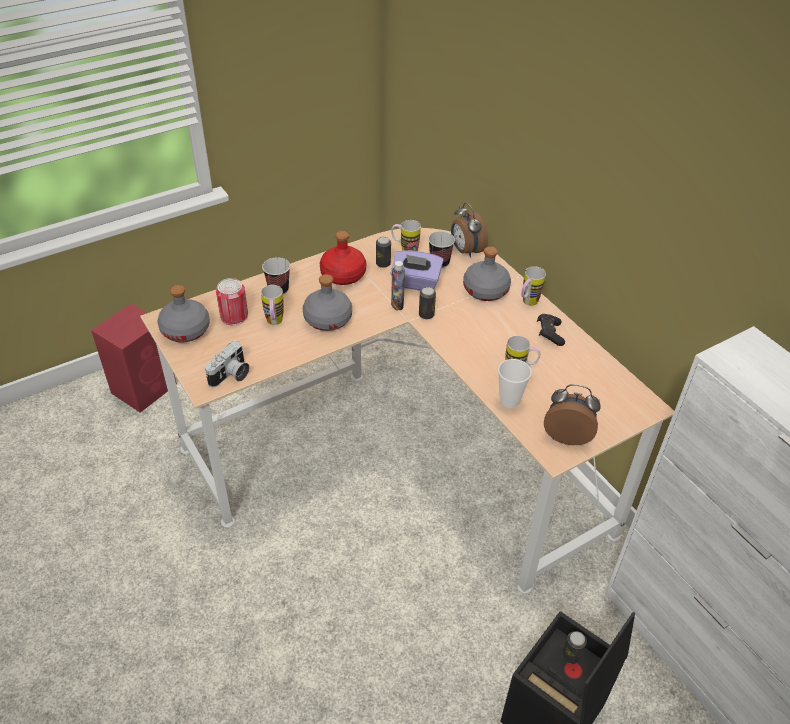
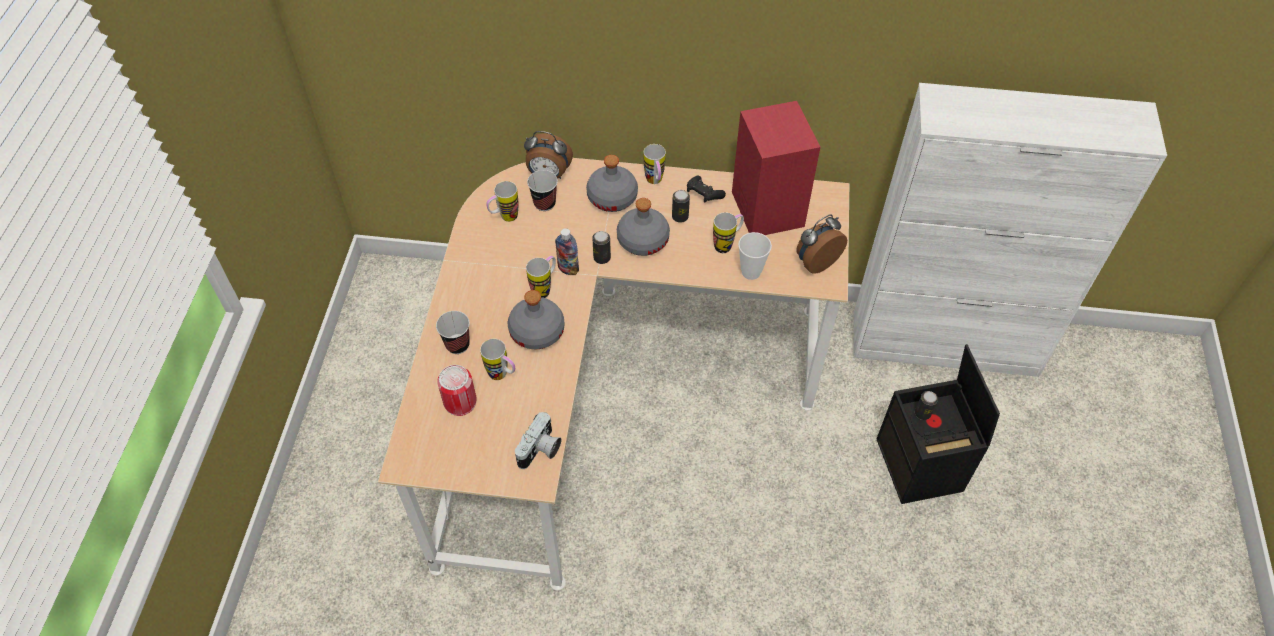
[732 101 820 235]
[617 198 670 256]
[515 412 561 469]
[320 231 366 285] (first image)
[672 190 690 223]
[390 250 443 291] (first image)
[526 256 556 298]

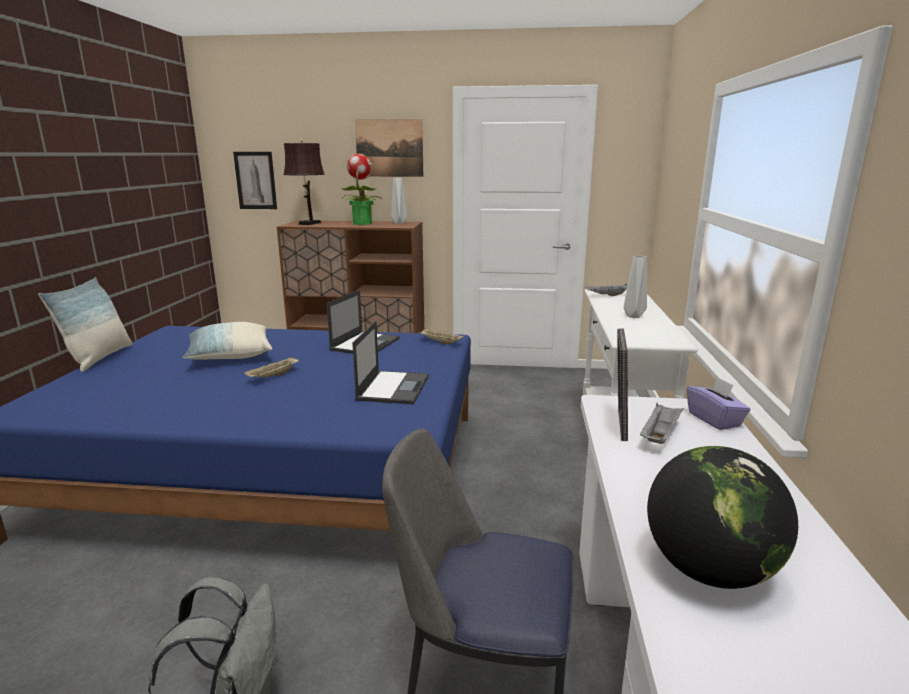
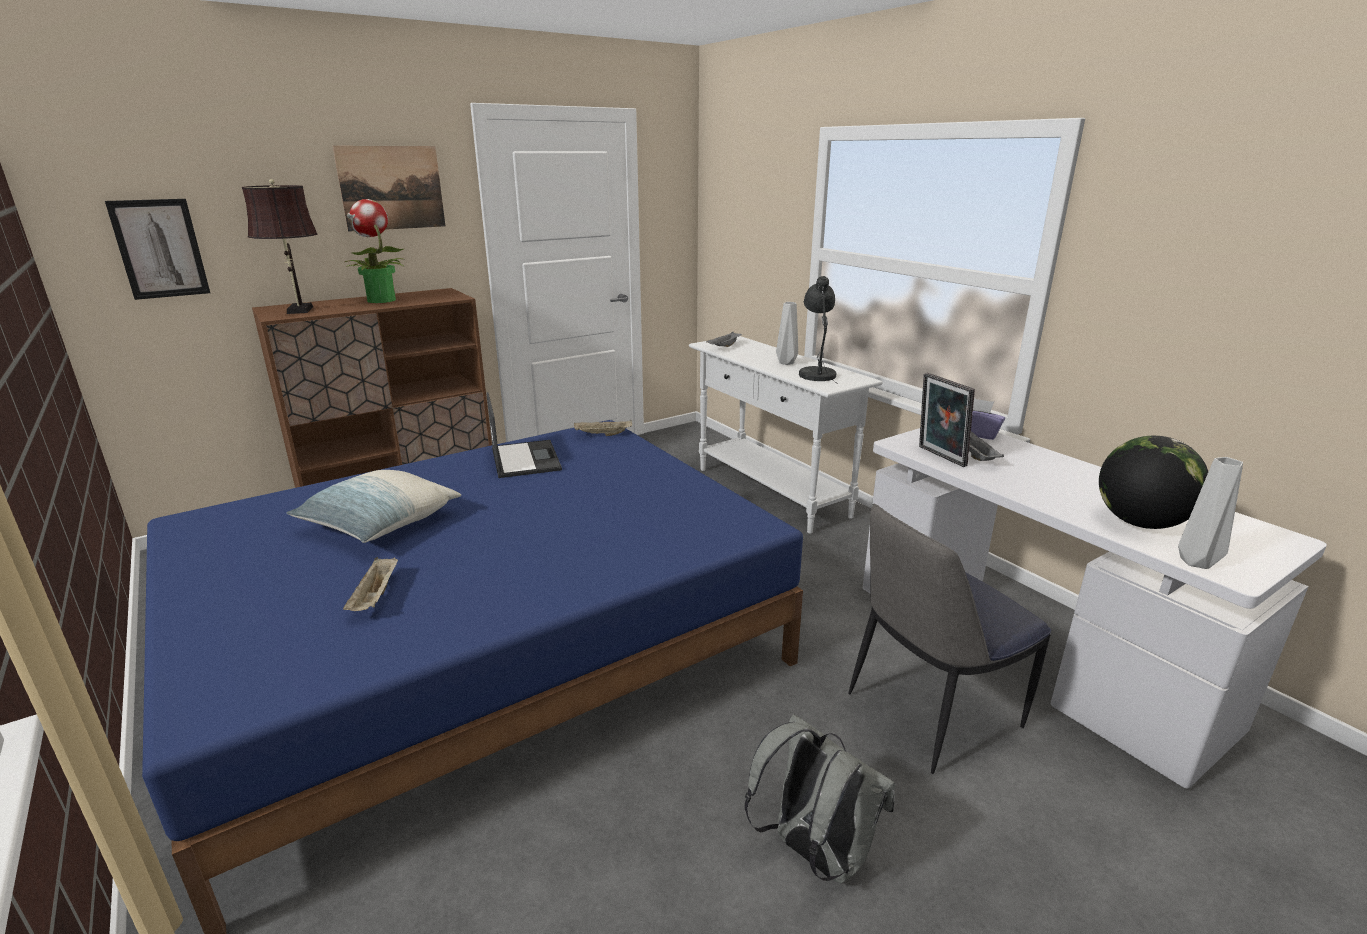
[38 277 133 372] (first image)
[343 557 398 611]
[352 321 429 404] (first image)
[1178 457 1243 569]
[799 276 838 384]

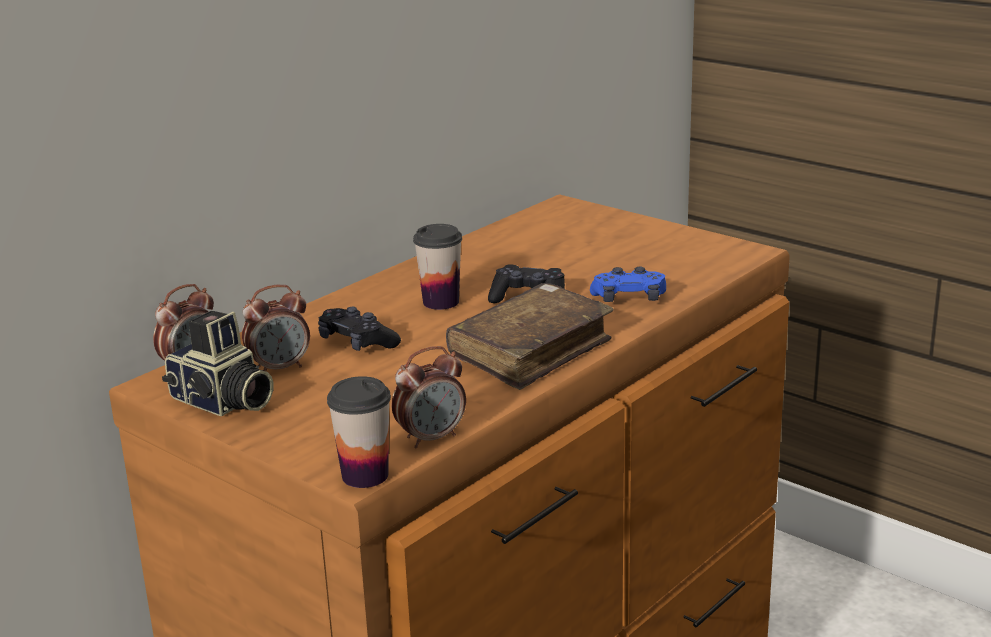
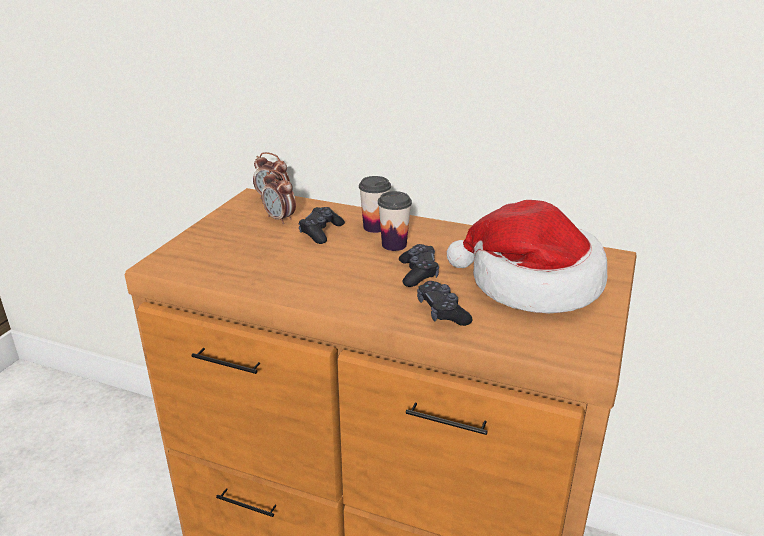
[162 311 274 416] (first image)
[359 176 391 233]
[391 346 466 448] (first image)
[446 283 614 390] (first image)
[417 281 473 326]
[447 200 607 314]

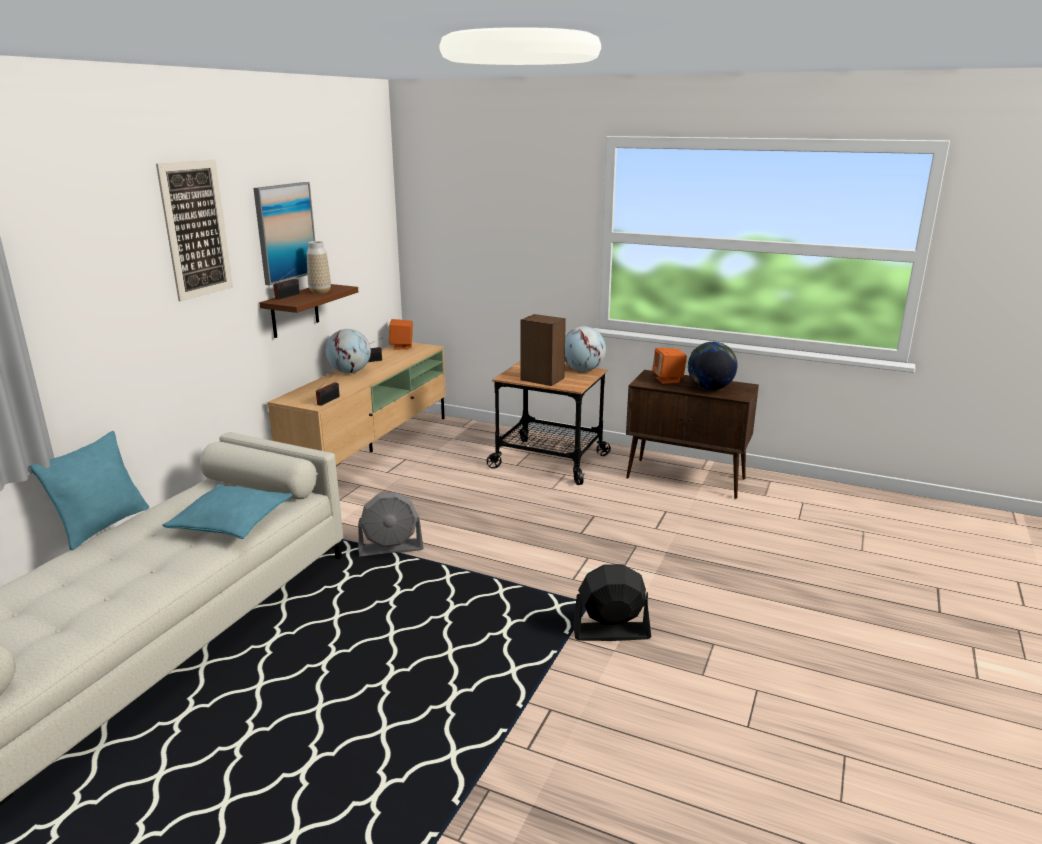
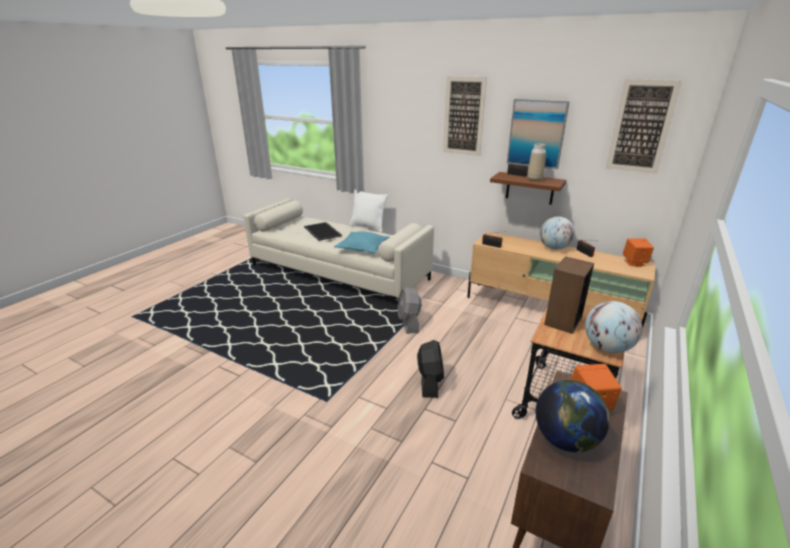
[349 190 388 232]
[417 340 444 398]
[304 222 342 241]
[606 79 682 174]

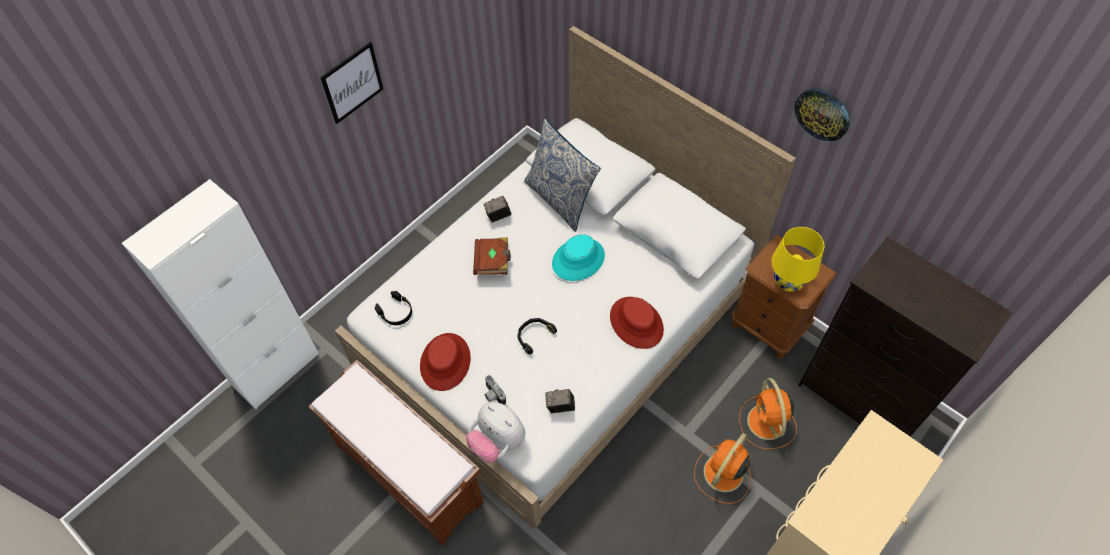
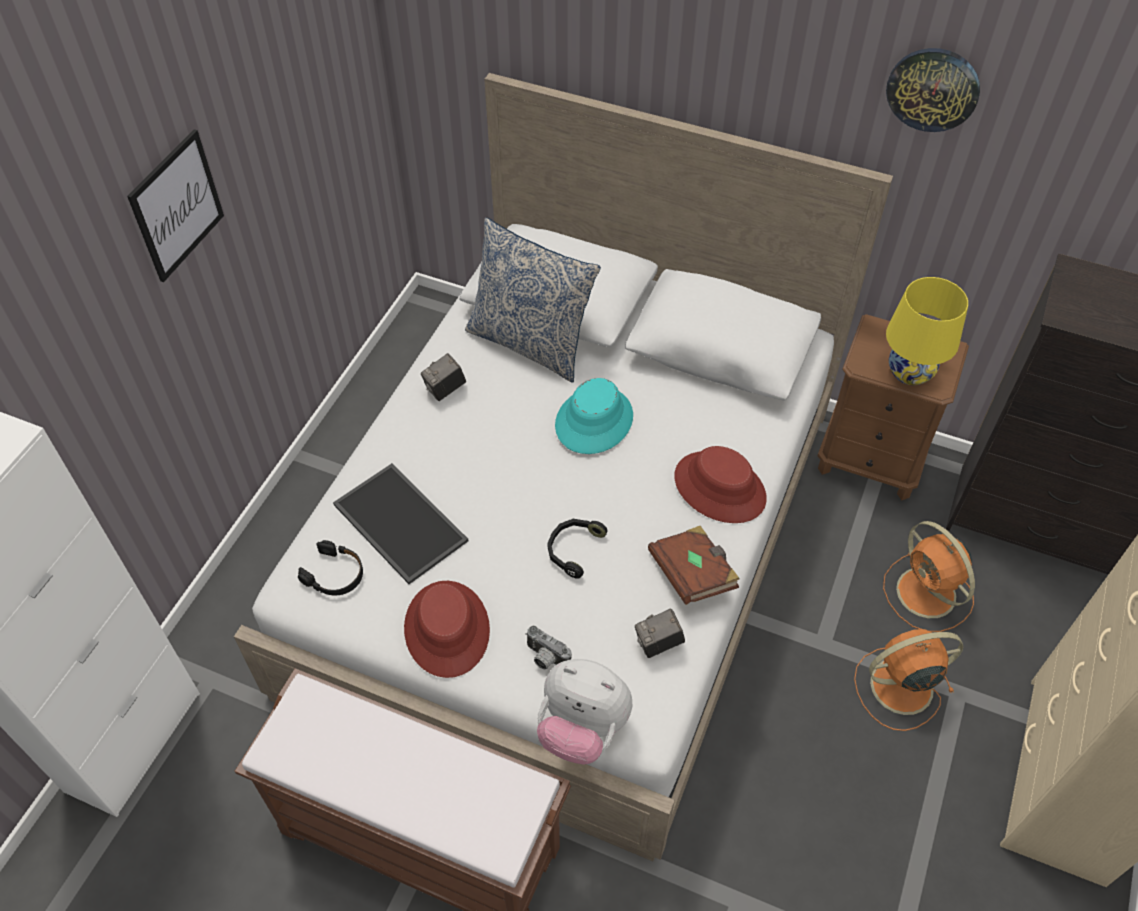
[648 526 740 605]
[854 629 963 731]
[333 463 468 584]

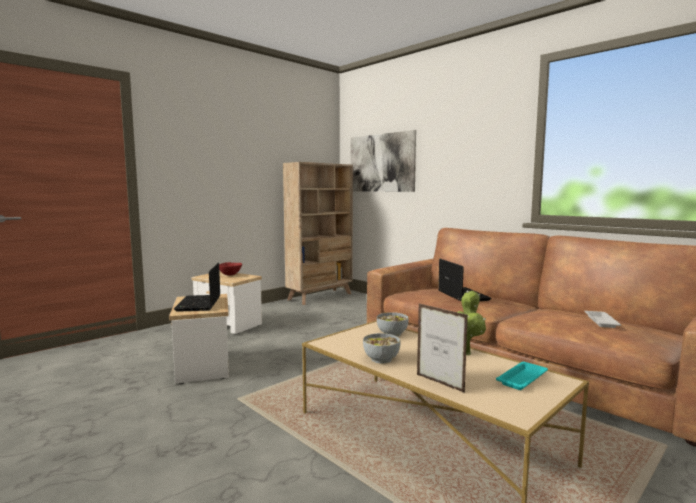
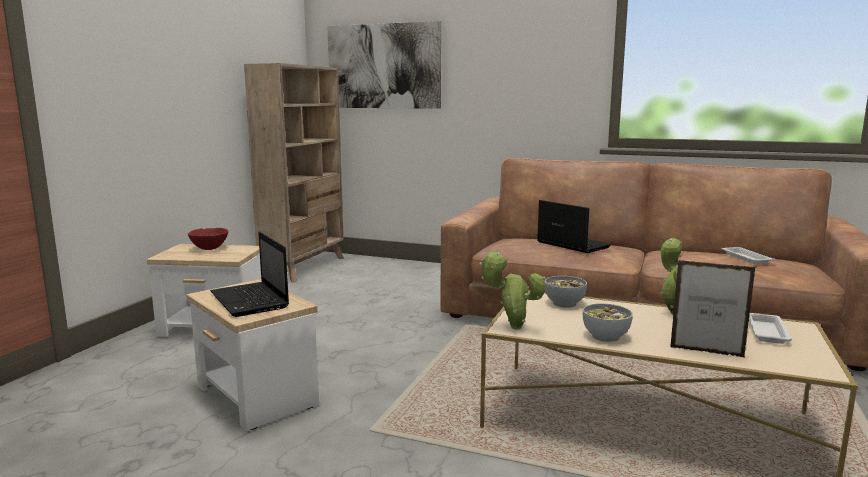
[749 313 792 344]
[480 252 546 330]

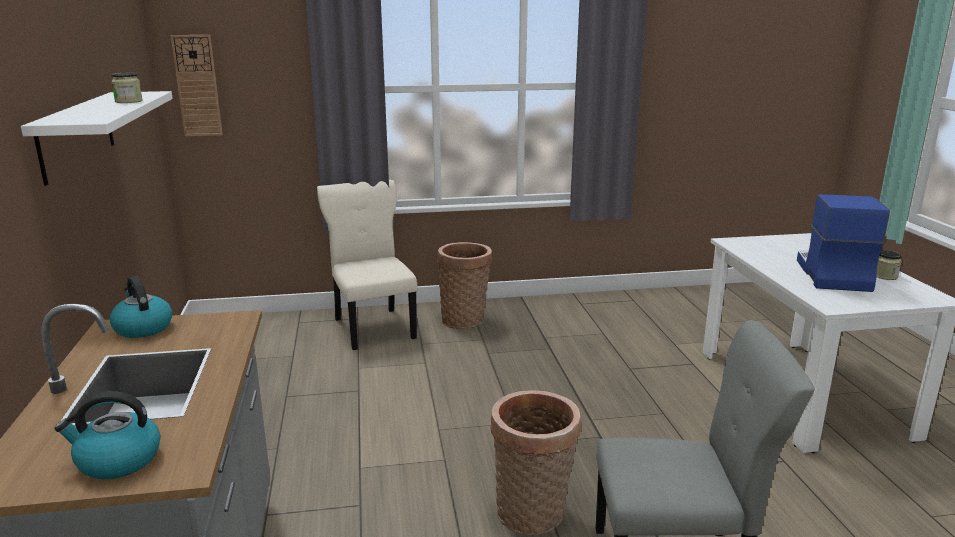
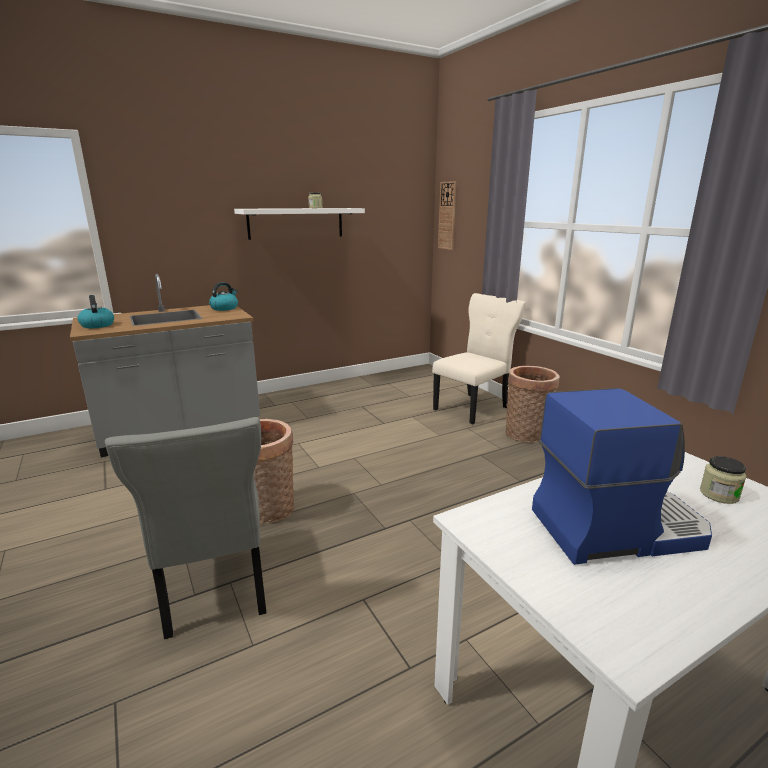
[700 456 747 504]

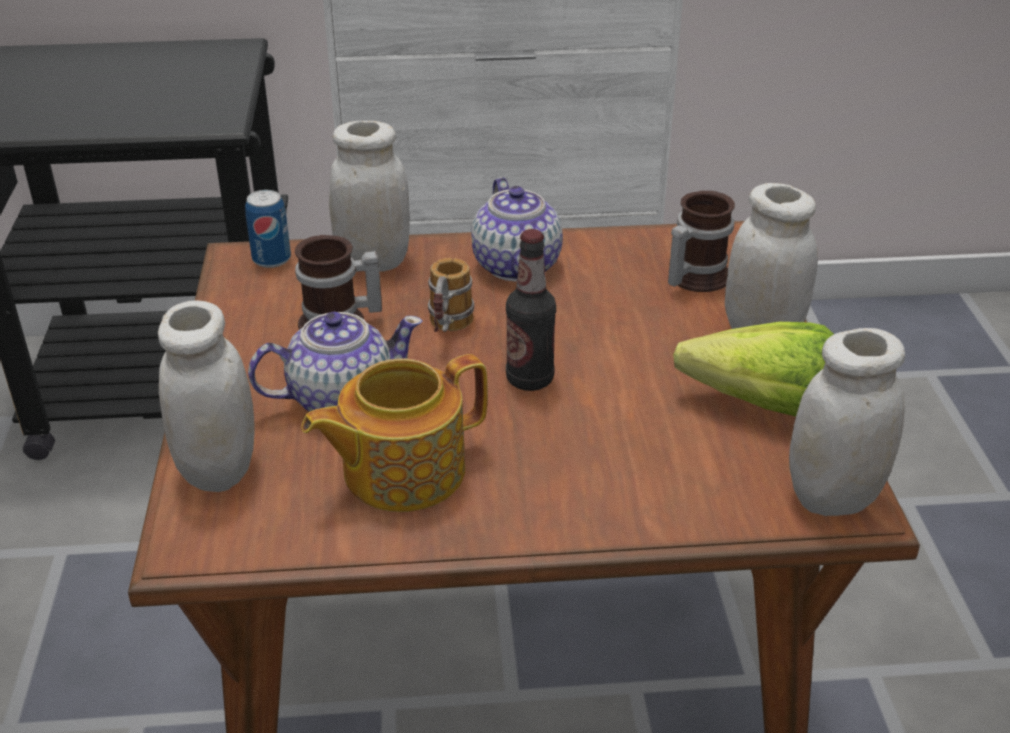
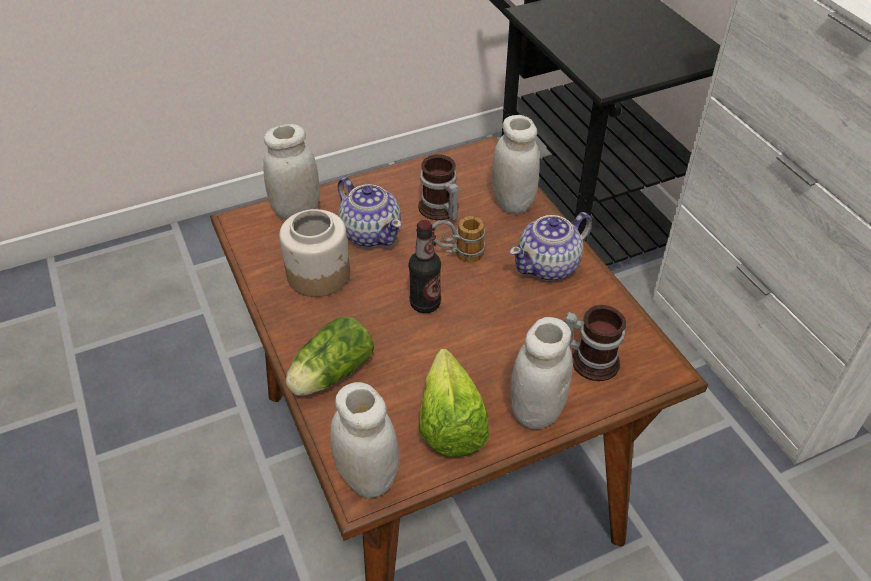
[245 190 291 268] (first image)
[279 209 350 297]
[286 317 374 396]

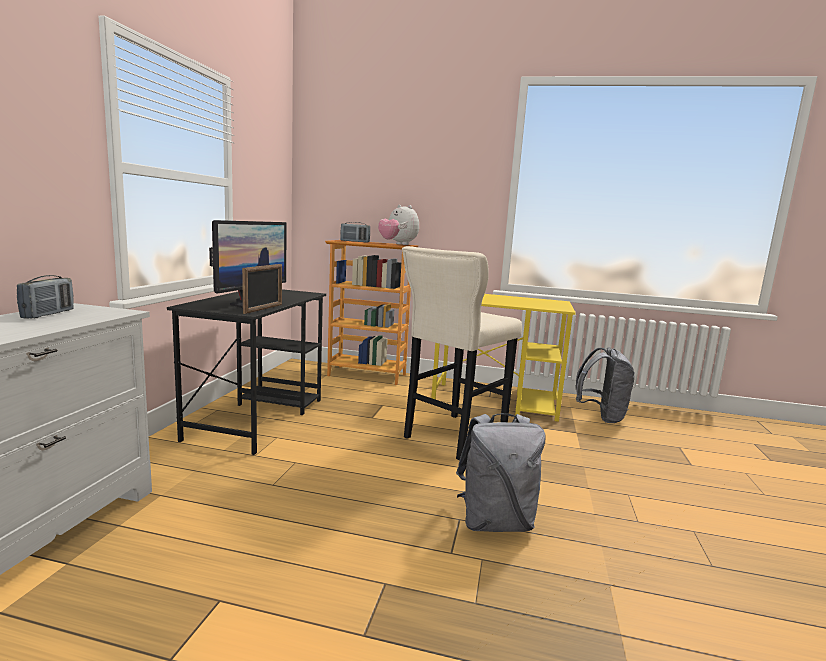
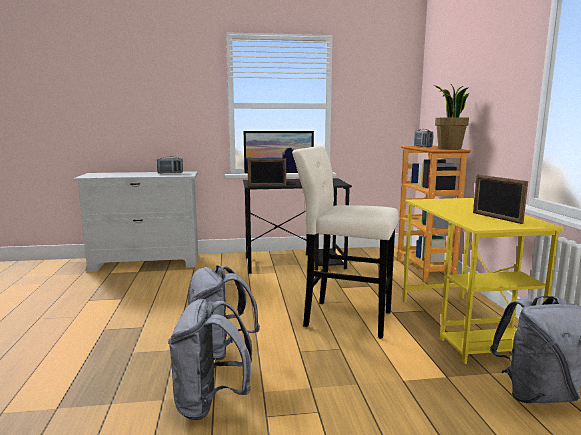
[434 84 469 150]
[168 299 252 420]
[473 175 528 224]

